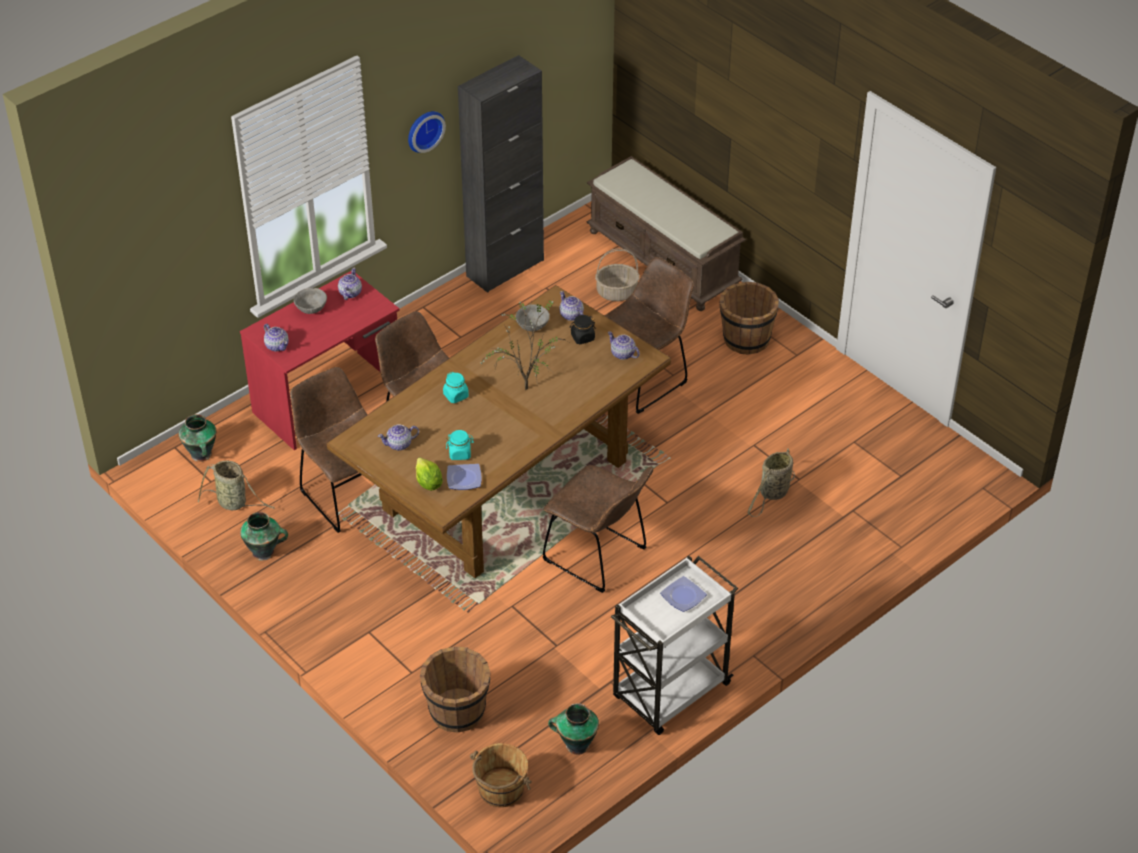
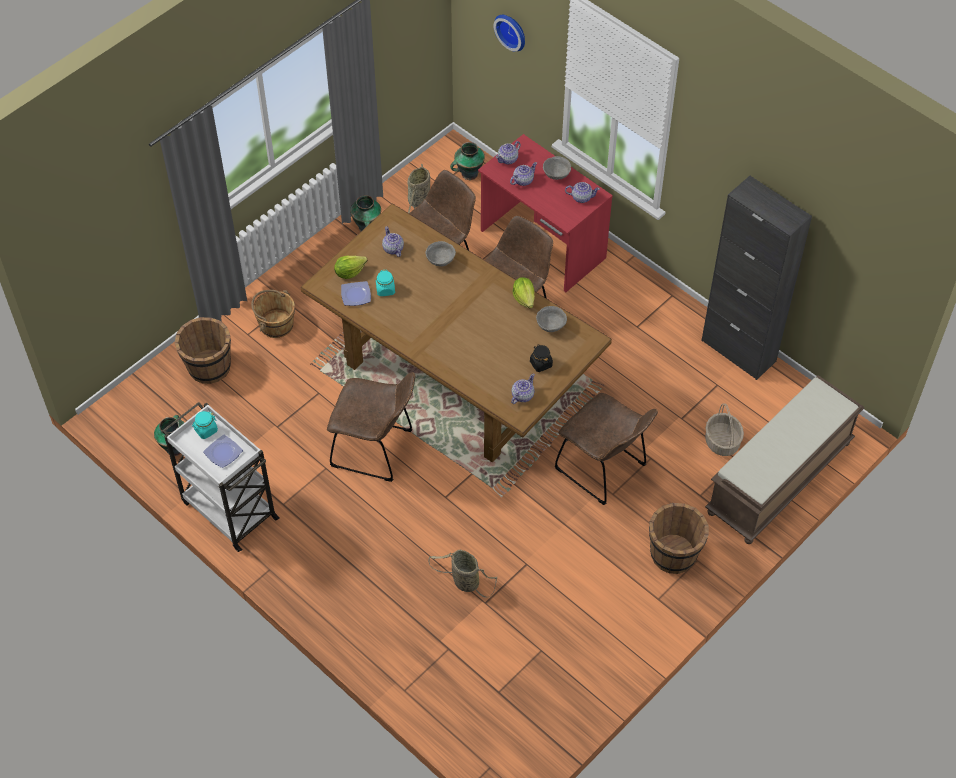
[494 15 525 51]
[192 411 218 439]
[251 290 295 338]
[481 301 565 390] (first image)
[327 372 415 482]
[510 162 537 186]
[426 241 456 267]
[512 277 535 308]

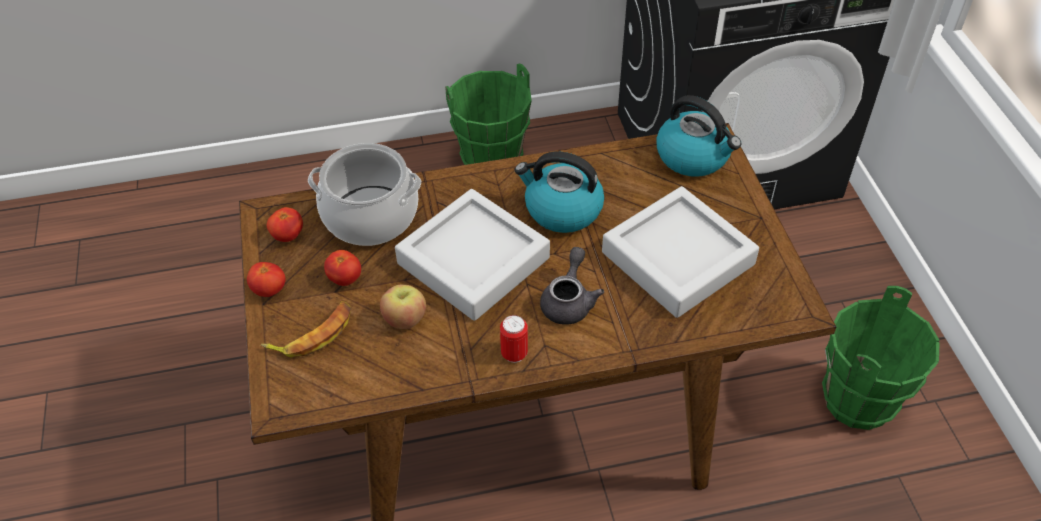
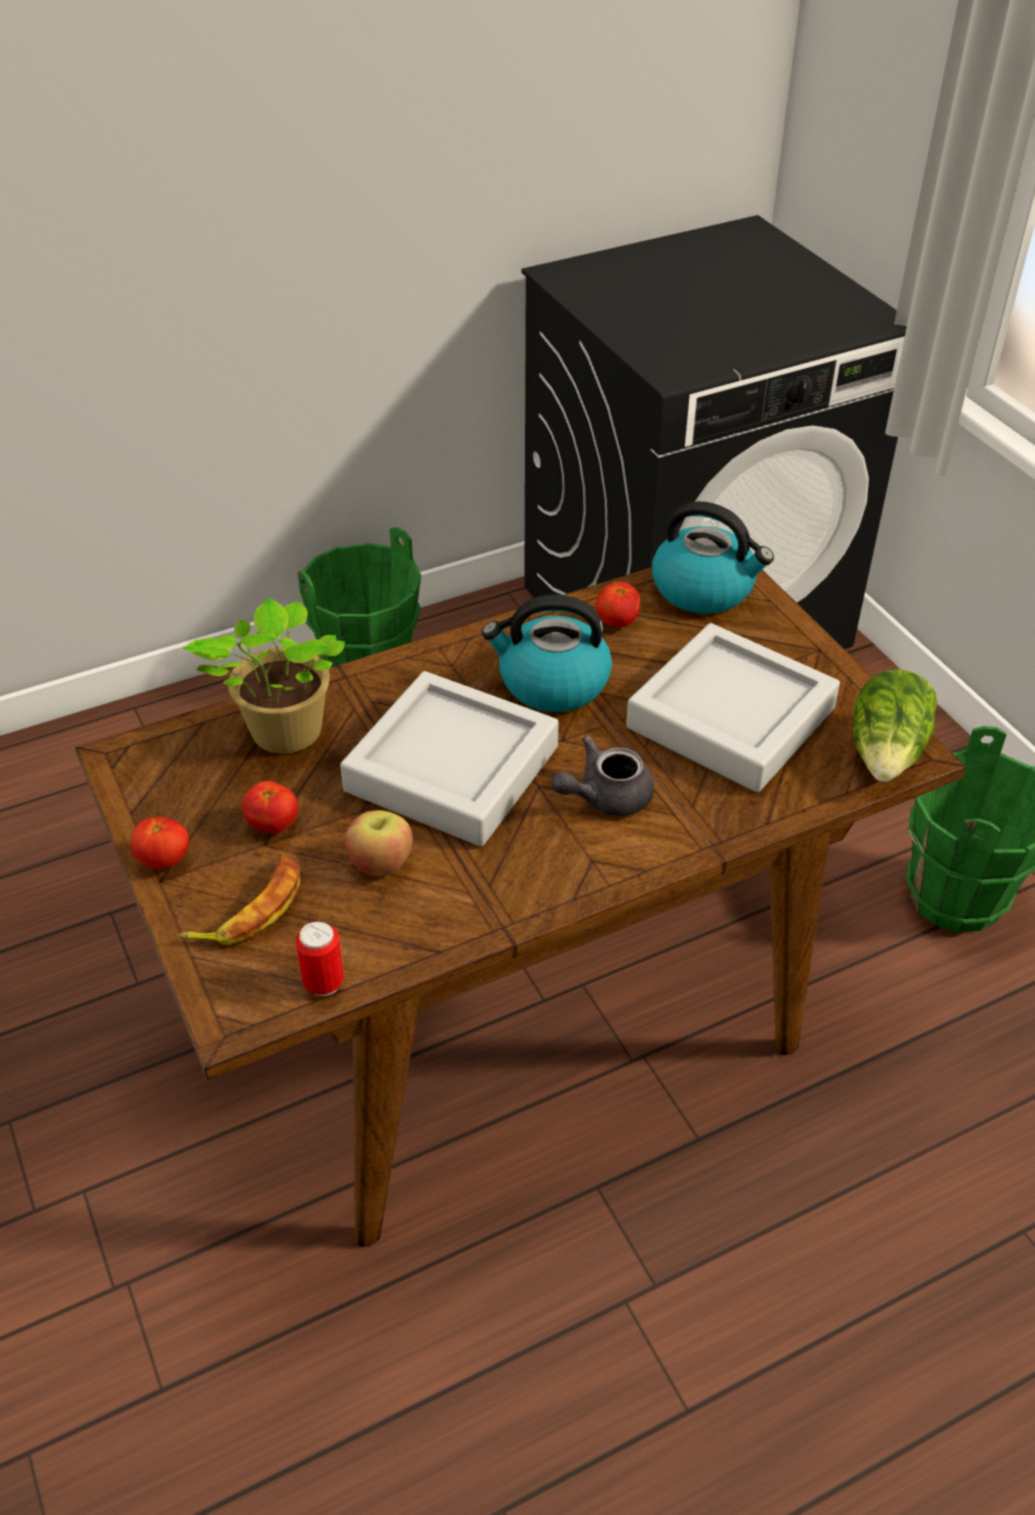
[595 582 640 628]
[183 598 345 754]
[296 921 344 996]
[552 736 654 816]
[853 669 938 782]

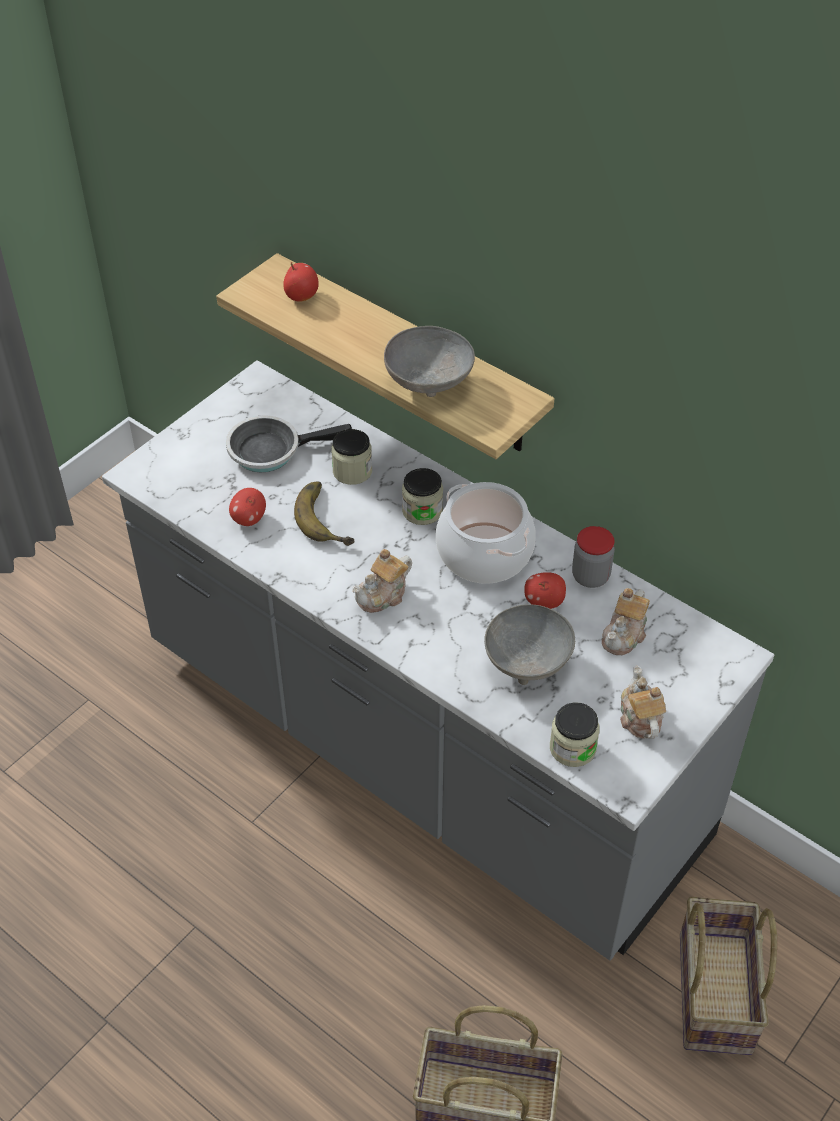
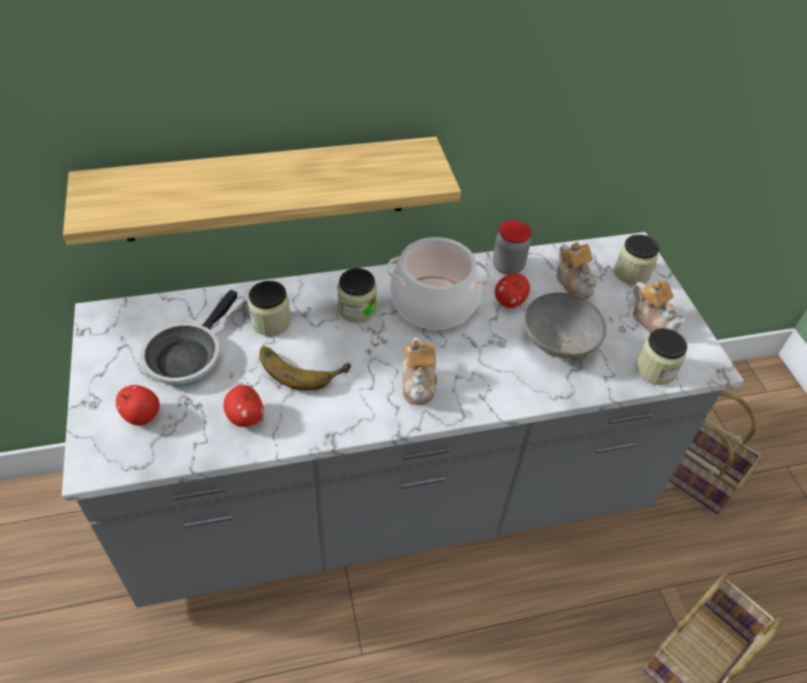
[116 385 160 426]
[384 326 475 397] (first image)
[633 281 685 333]
[614 235 659 285]

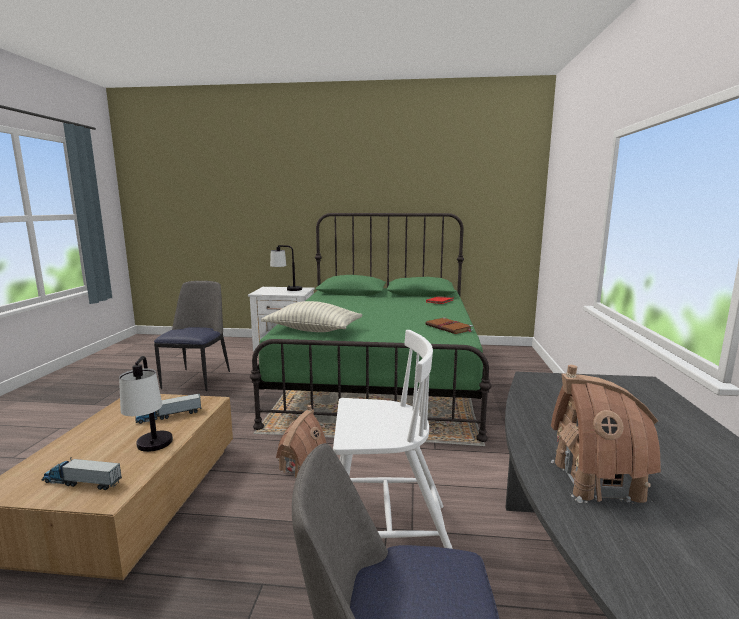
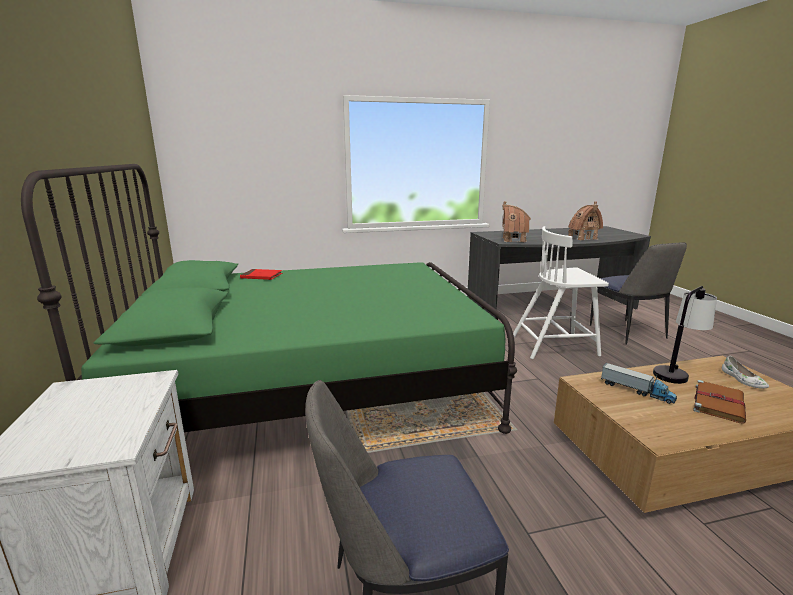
[722 356 769 389]
[261 301 362 332] (first image)
[270 245 302 291] (first image)
[502 201 531 242]
[513 226 609 359]
[693 380 746 424]

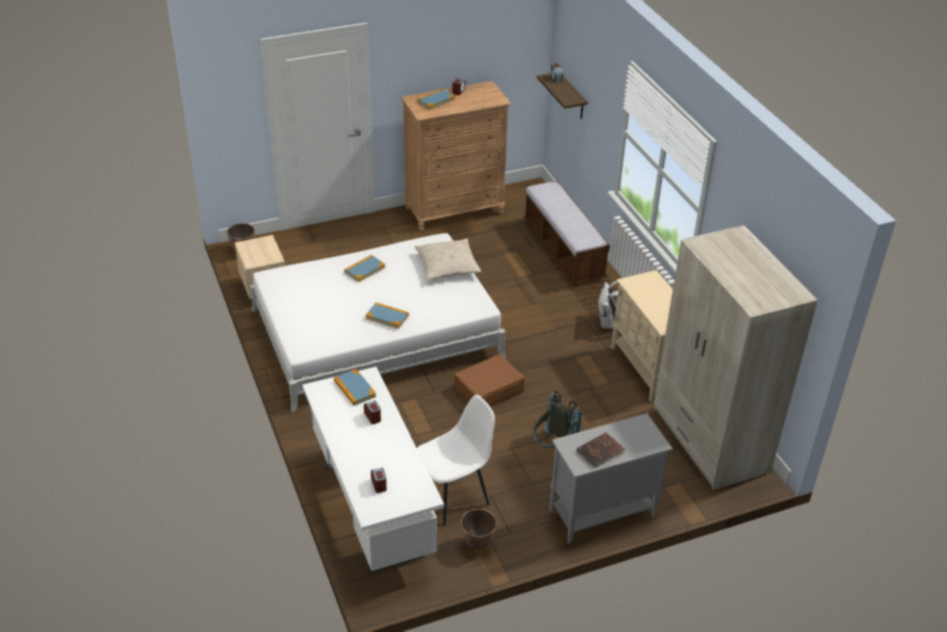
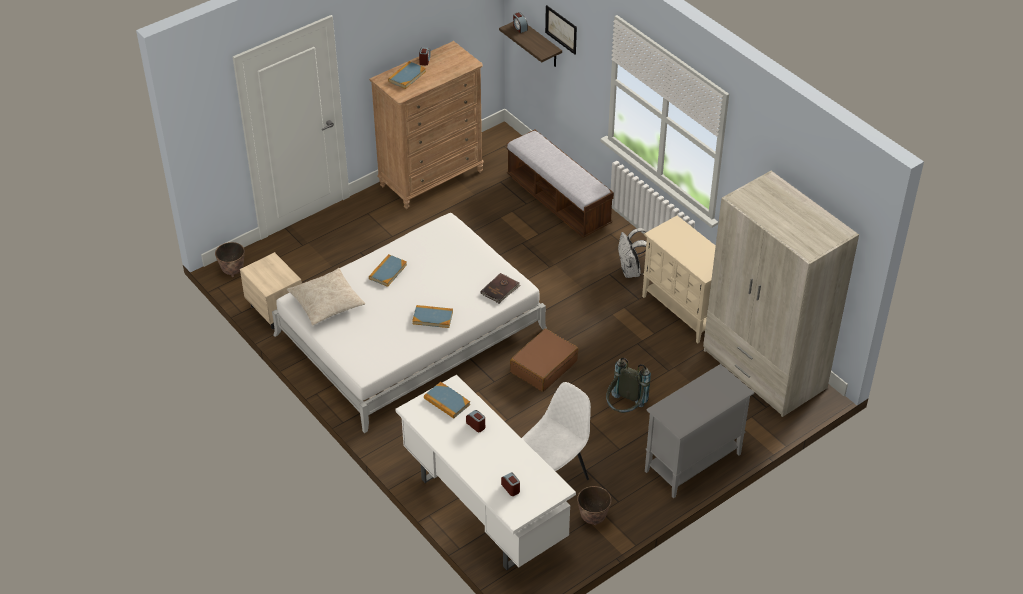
[287 268 365 325]
[481 273 521 303]
[545 5 577 54]

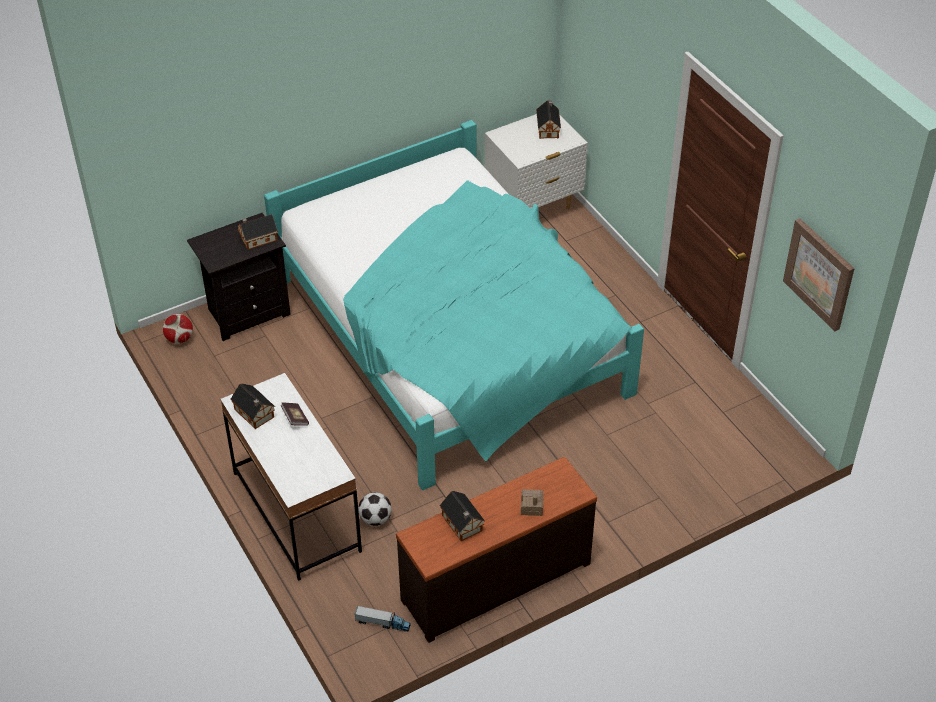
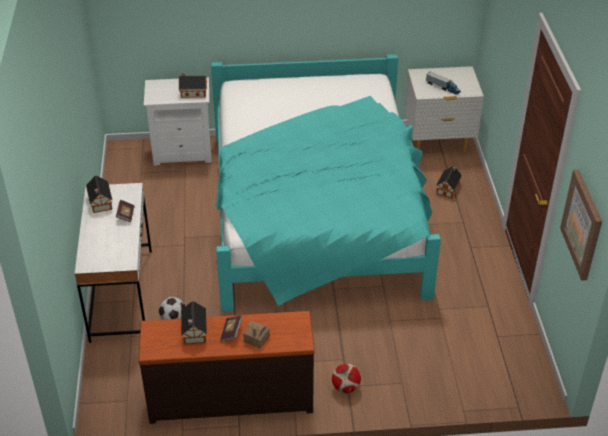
[332 364 361 393]
[144 77 212 166]
[426 72 461 95]
[436 166 462 198]
[220 316 242 342]

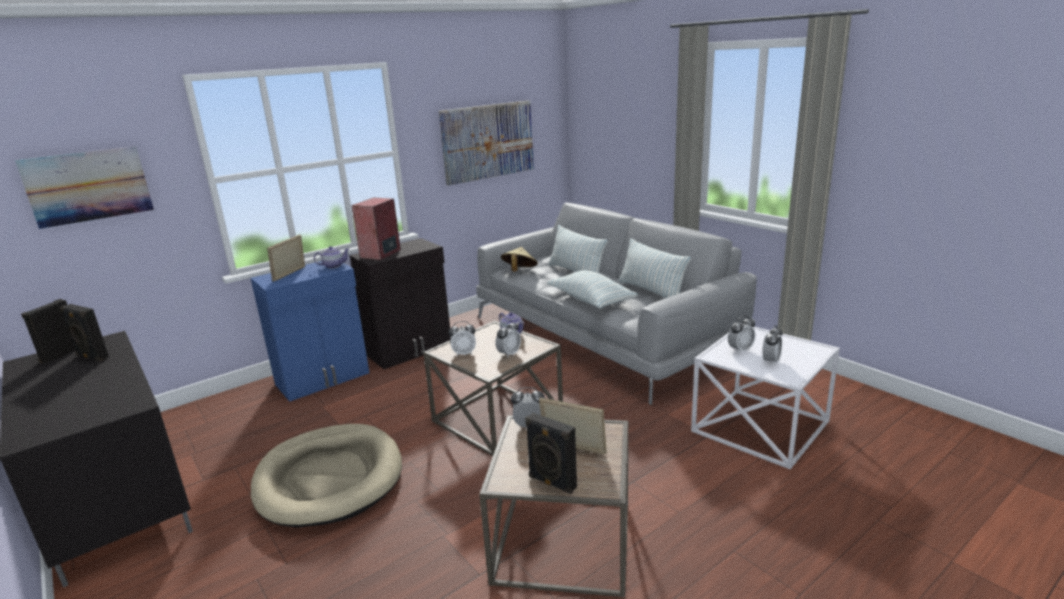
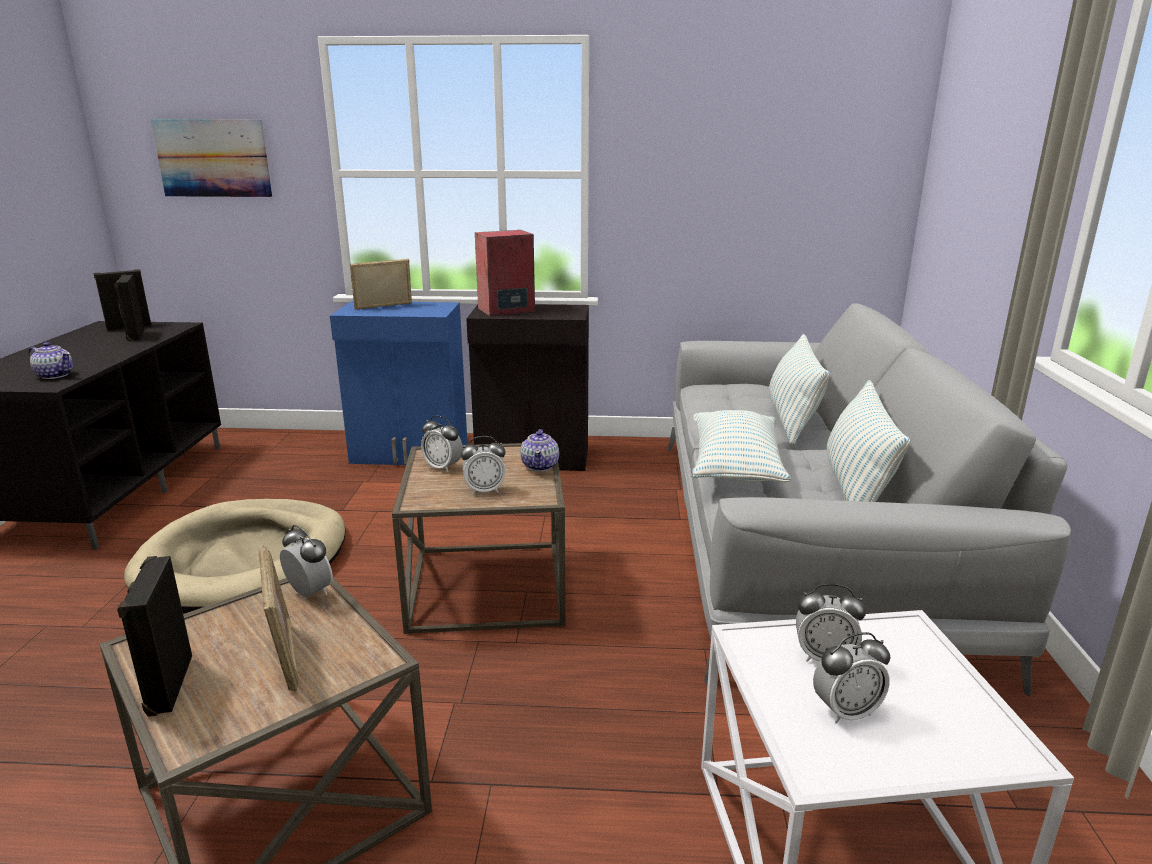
[29 342 73 379]
[439 100 534 186] (first image)
[501 247 538 272] (first image)

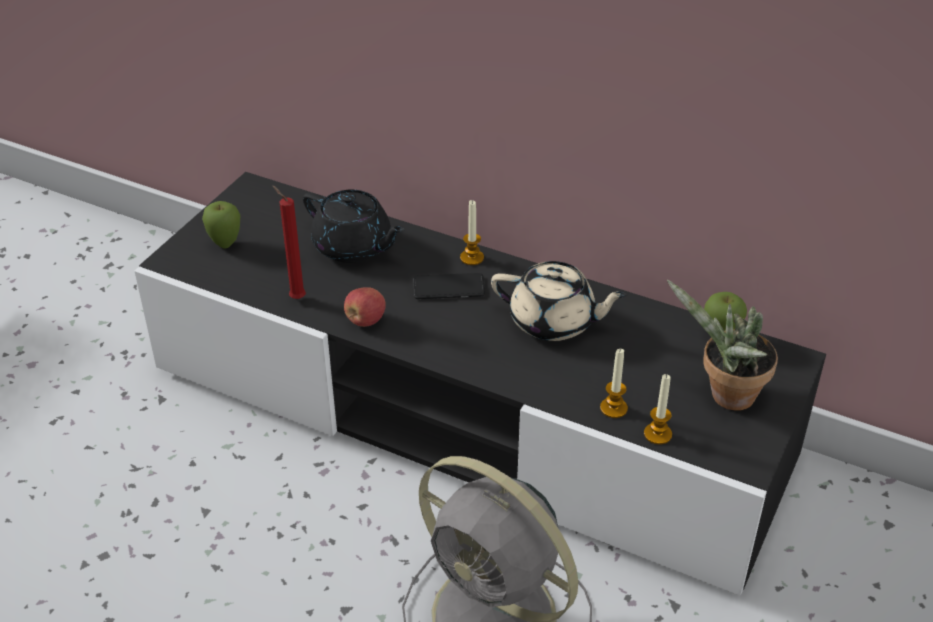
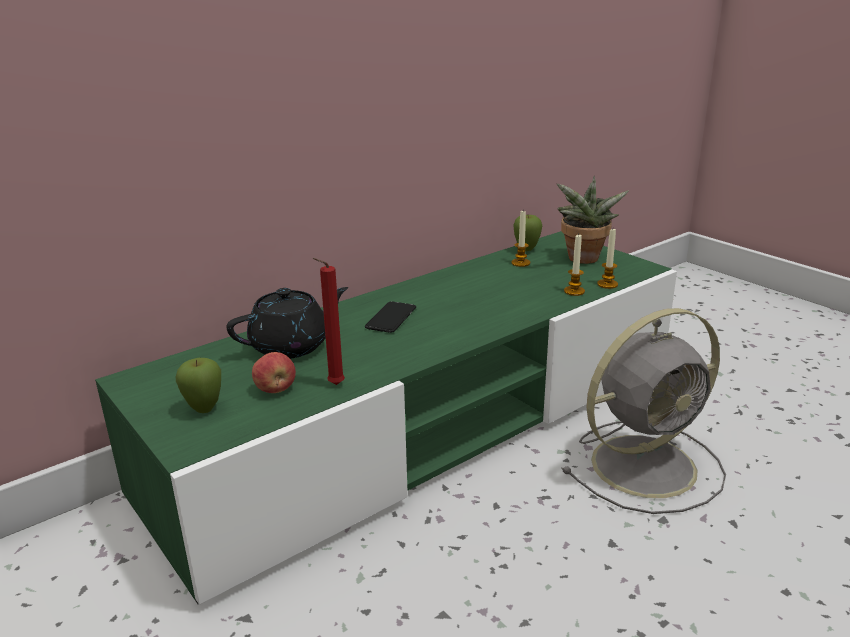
[95 231 677 605]
[252 352 296 393]
[511 211 530 267]
[491 261 628 341] (first image)

